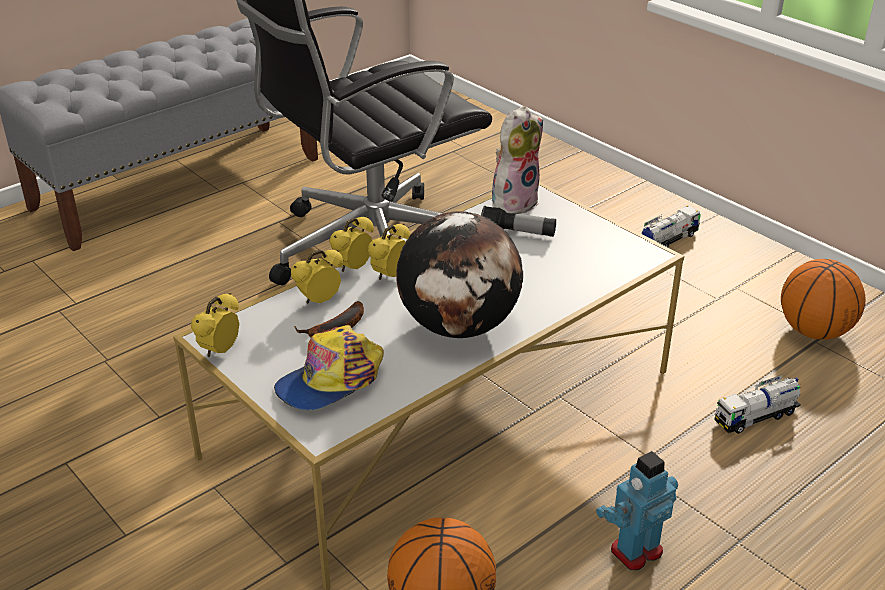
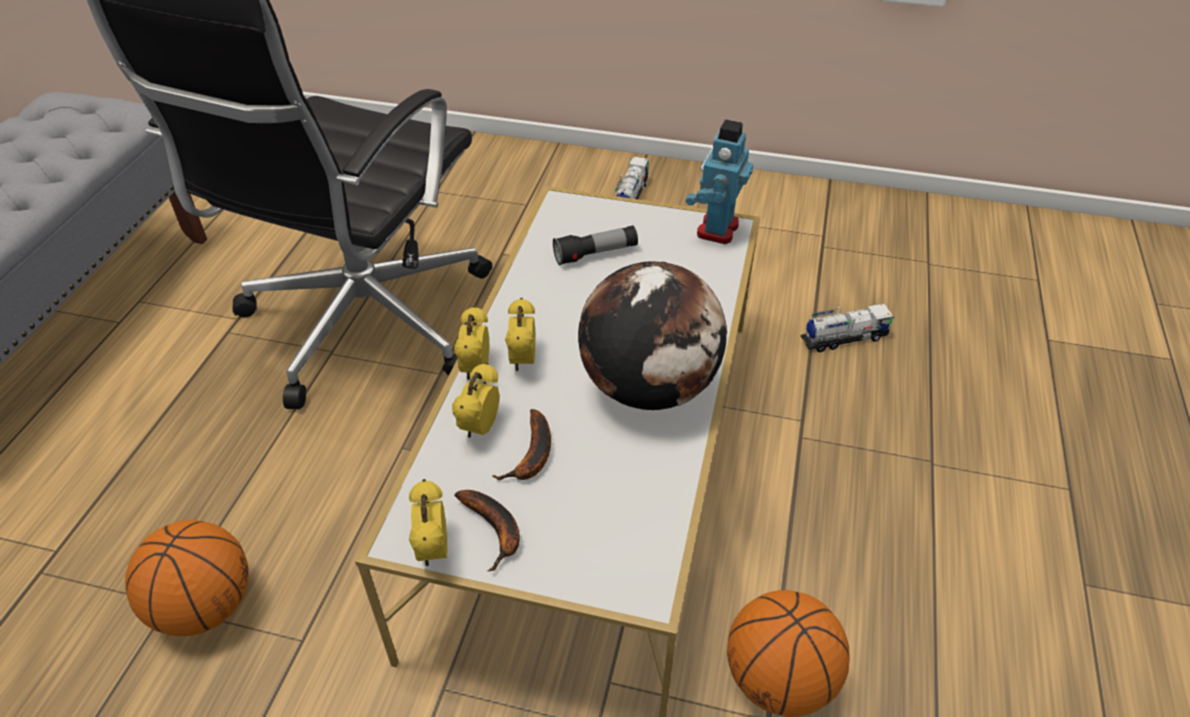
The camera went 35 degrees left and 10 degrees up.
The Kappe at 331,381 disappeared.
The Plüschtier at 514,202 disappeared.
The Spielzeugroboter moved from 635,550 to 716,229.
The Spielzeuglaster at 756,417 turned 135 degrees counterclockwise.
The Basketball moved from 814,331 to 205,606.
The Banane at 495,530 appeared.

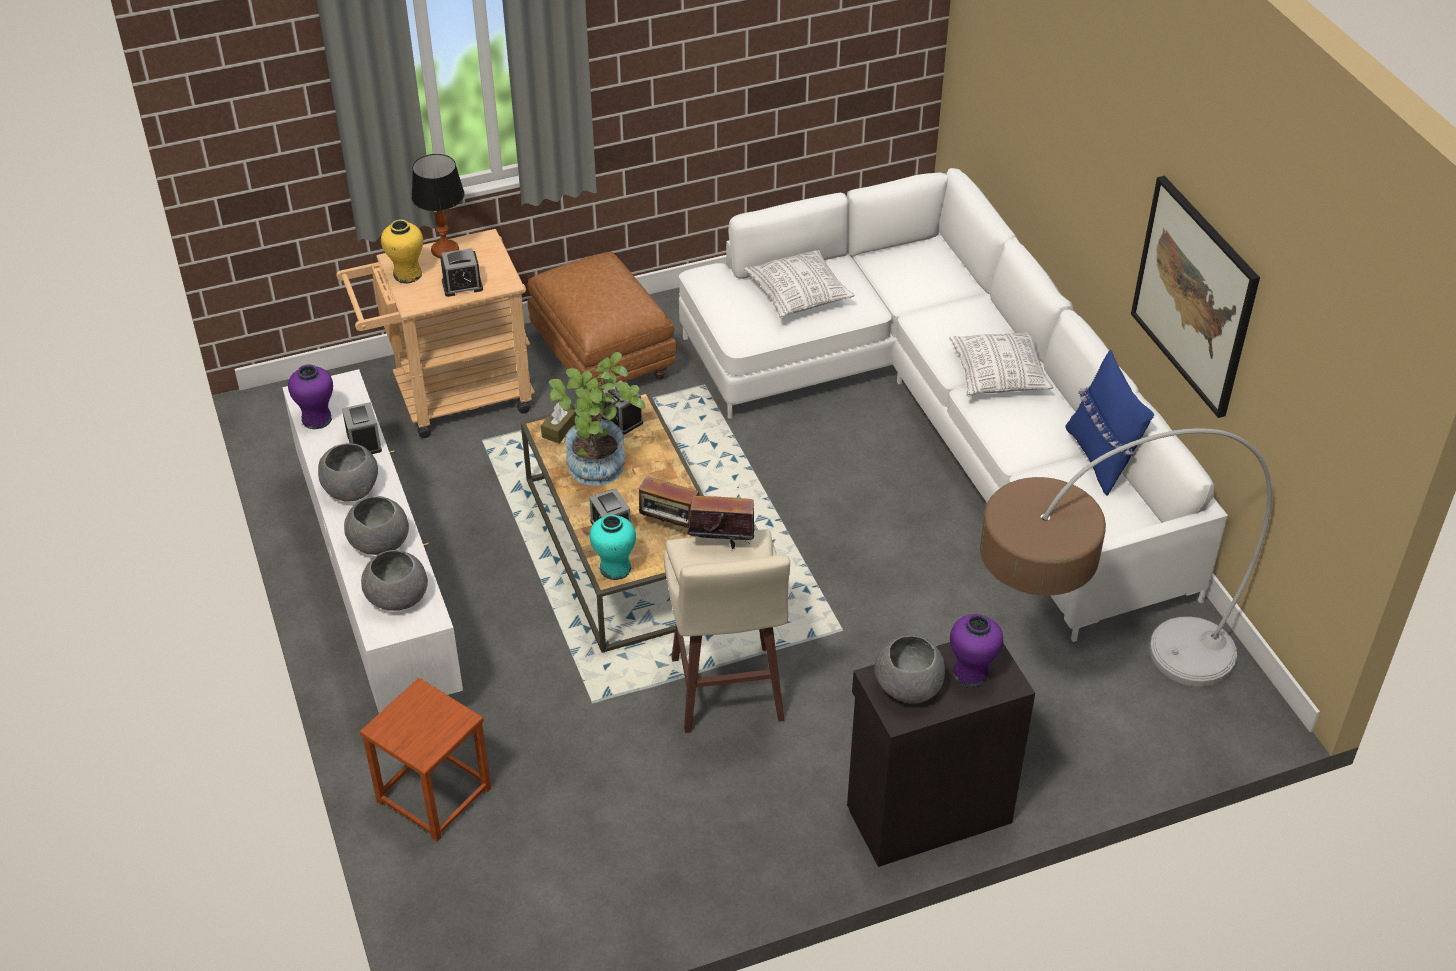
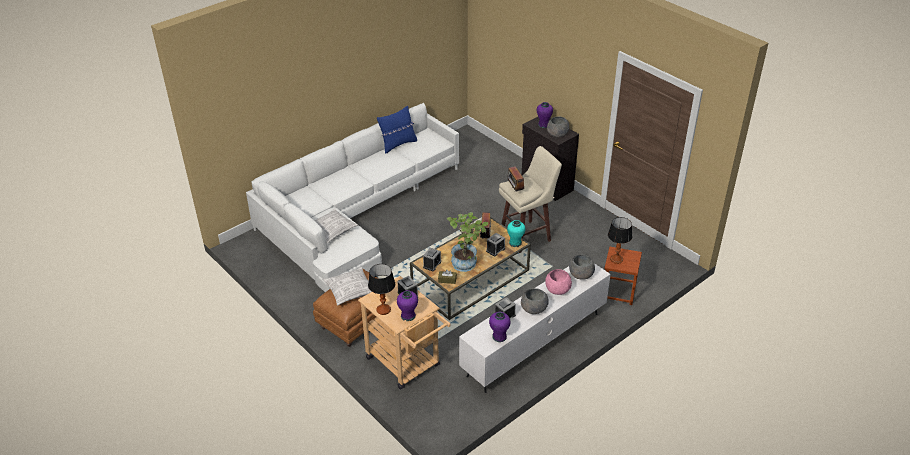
The camera went 110 degrees left and 5 degrees down.
The Schüssel [grau] at 378,543 became the Schüssel [rosa] at 557,290.
The Vase [gelb] at 407,274 became the Vase [lila] at 408,316.
The Kissen moved from 999,375 to 350,291.
The Stehlampe at 1088,686 disappeared.
The Bild at 1195,296 disappeared.
The Tischlampe at 616,259 appeared.

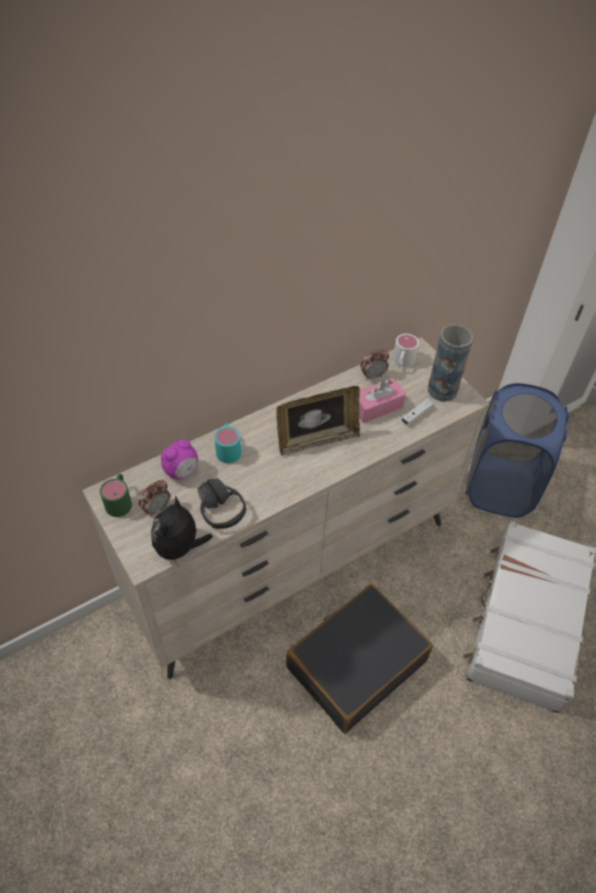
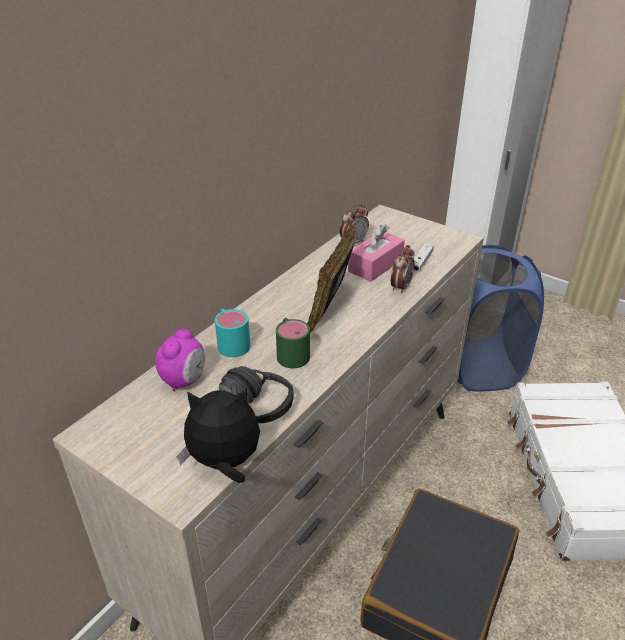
The camera went 20 degrees left and 15 degrees down.
The Henkelbecher [grün] moved from 120,500 to 291,352.
The Wecker moved from 156,508 to 400,287.
The Plüschtier at 180,548 turned 90 degrees clockwise.
The Bilderrahmen at 317,440 turned 150 degrees clockwise.
The Henkelbecher [weiß] at 402,362 disappeared.
The Vase at 442,390 disappeared.

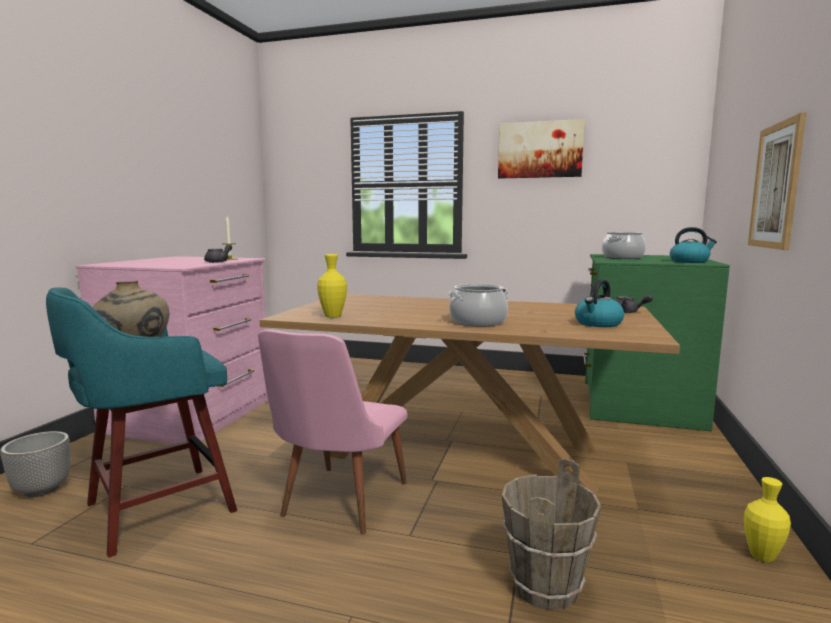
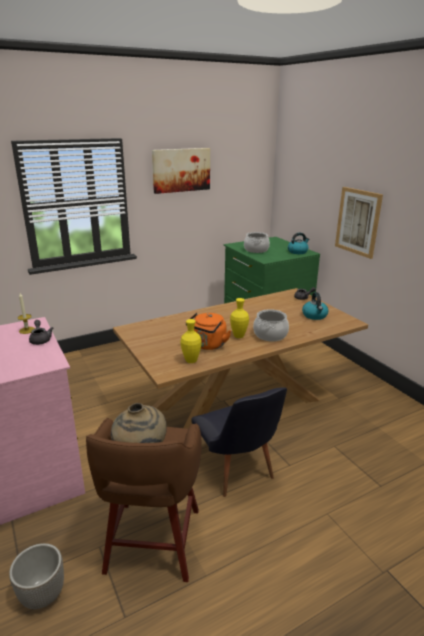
The camera went 45 degrees left and 15 degrees up.
The Hocker [türkis] at 155,509 became the Hocker [braun] at 152,543.
The Stuhl [rosa] at 337,504 became the Stuhl [schwarz] at 237,472.
The Eimer [braun] at 544,586 disappeared.
The Vase [gelb] moved from 762,556 to 238,336.
The Wasserkessel [orange] at 208,345 appeared.

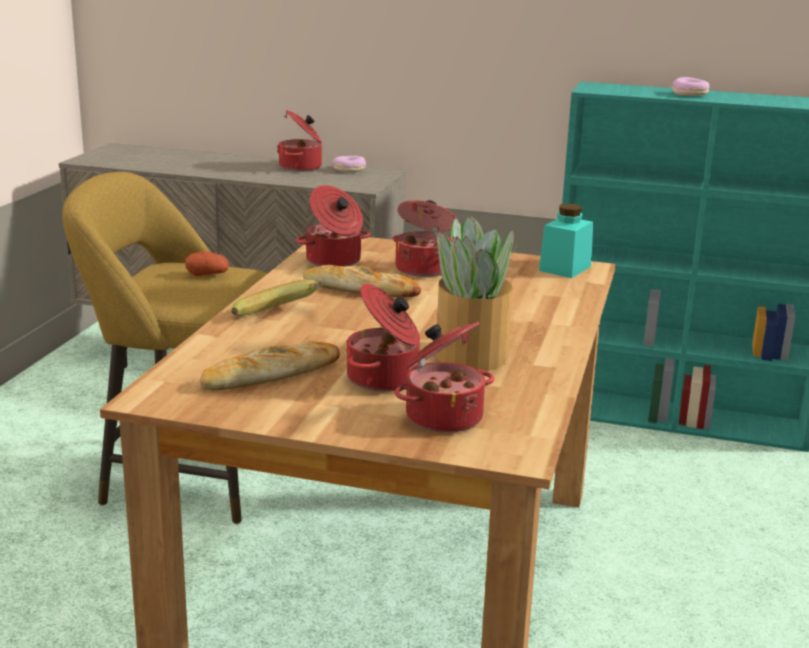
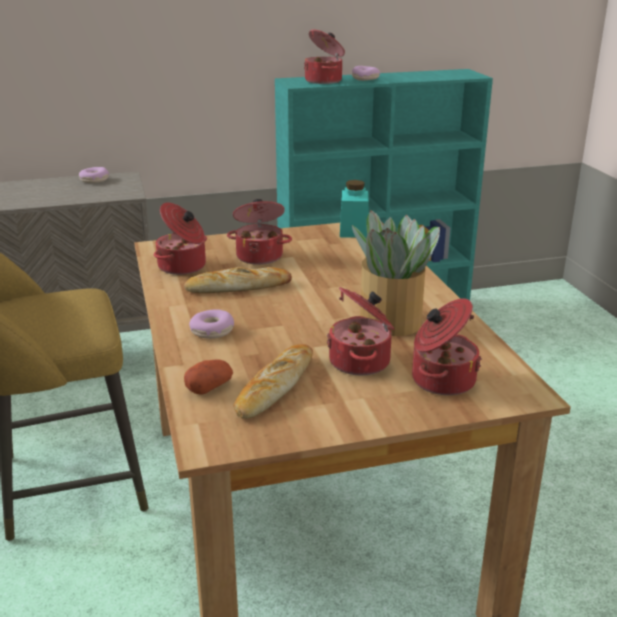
The camera went 30 degrees left and 5 degrees up.
The Kartoffel moved from 207,274 to 209,387.
The Banane at 281,318 was replaced by the Donut at 212,331.
The Kochtopf moved from 301,167 to 324,81.

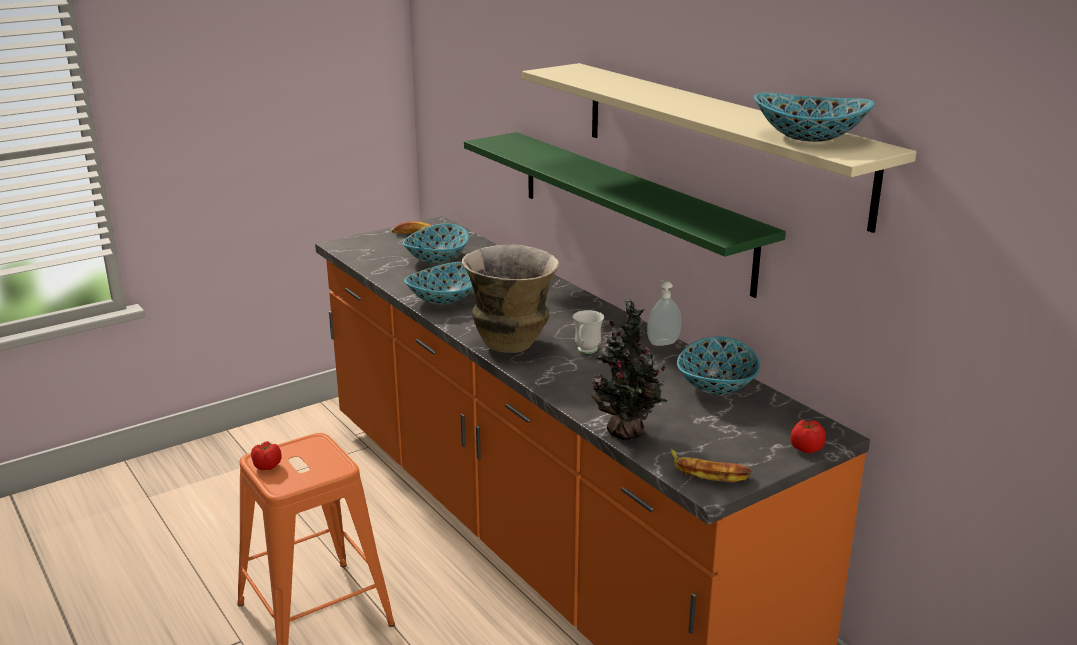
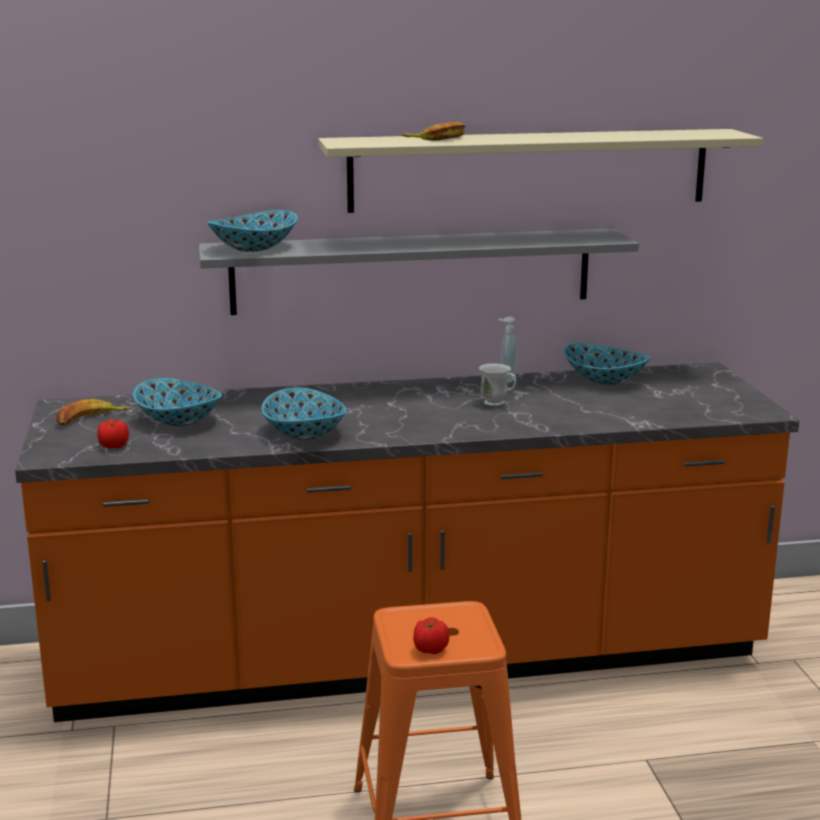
The camera went 65 degrees left and 5 degrees down.
The Vase at 511,344 disappeared.
The Wandregal [grün] at 630,208 became the Wandregal [grau] at 412,271.
The Topfpflanze at 627,434 disappeared.
The Banane moved from 708,472 to 438,138.
The Schüssel moved from 809,137 to 254,248.
The Tomate moved from 805,448 to 113,446.

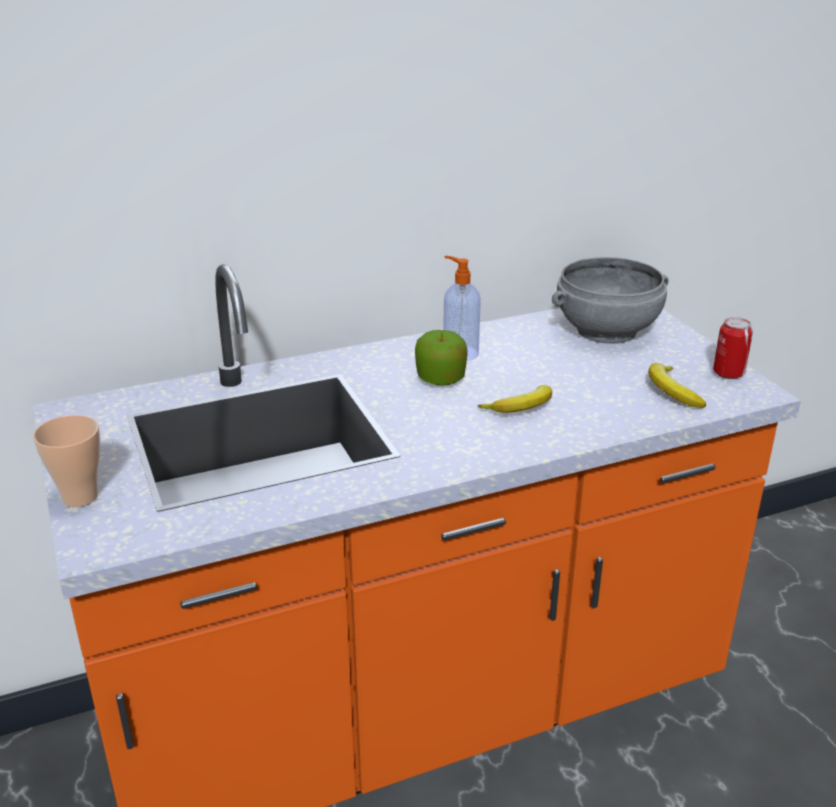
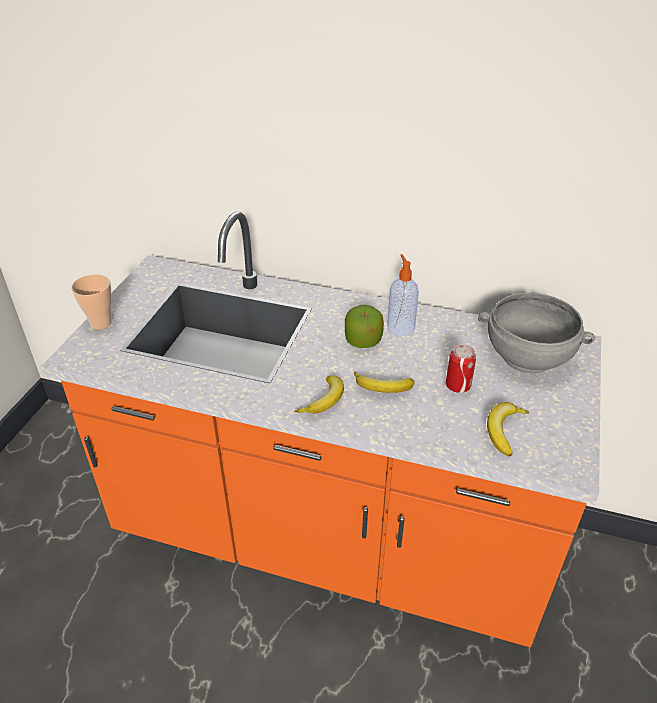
The camera went 40 degrees right and 10 degrees up.
The Dose moved from 728,373 to 458,386.
The Banane at 324,401 appeared.

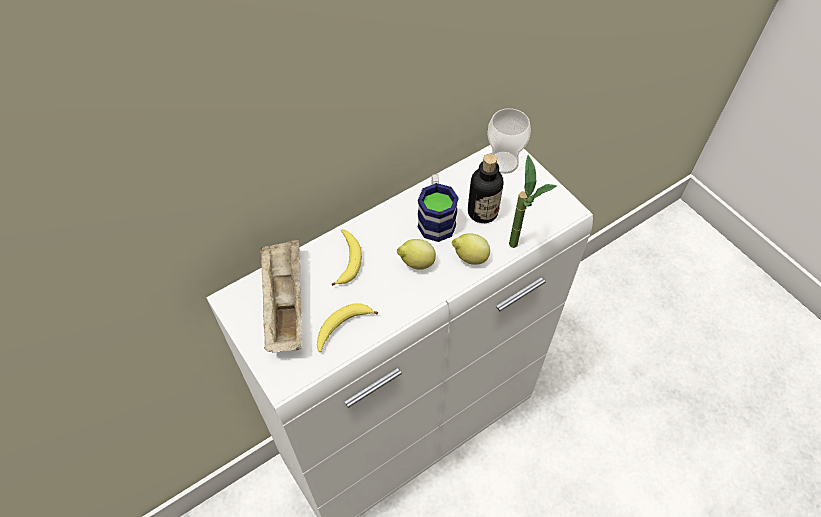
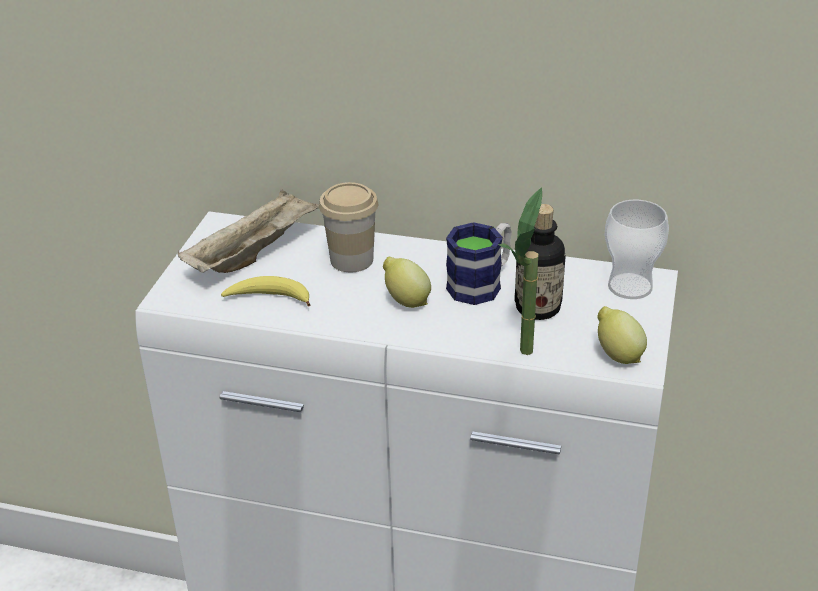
The camera went 50 degrees right and 20 degrees down.
The Banane at 348,260 was replaced by the Tasse at 351,260.
The Zitrone moved from 469,258 to 617,355.

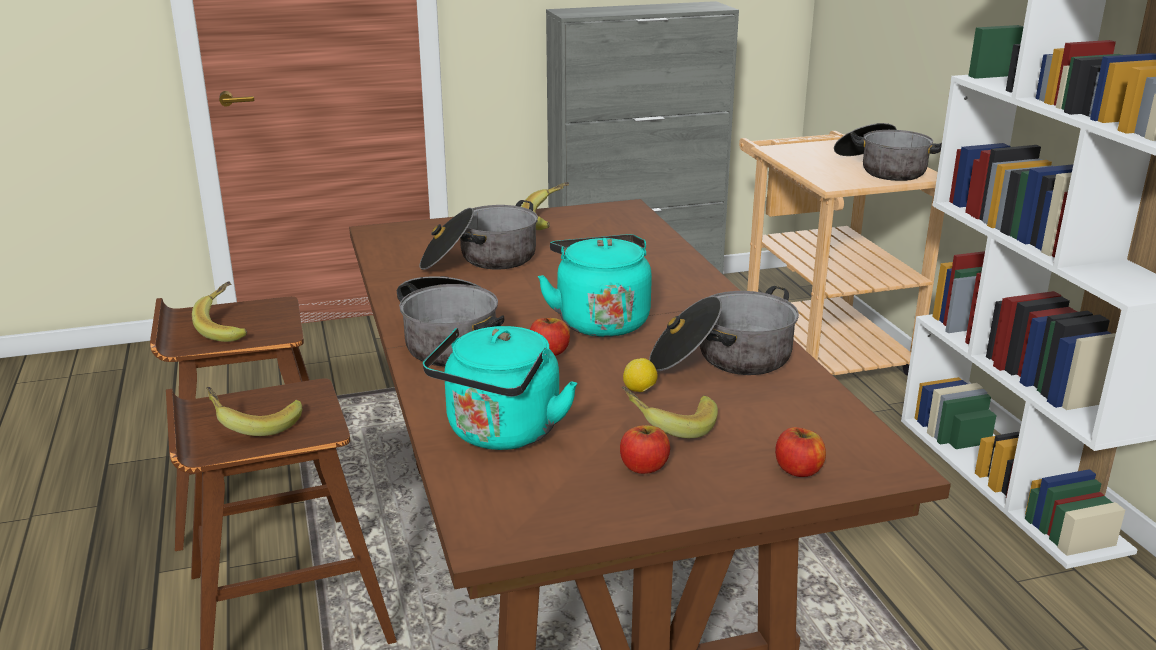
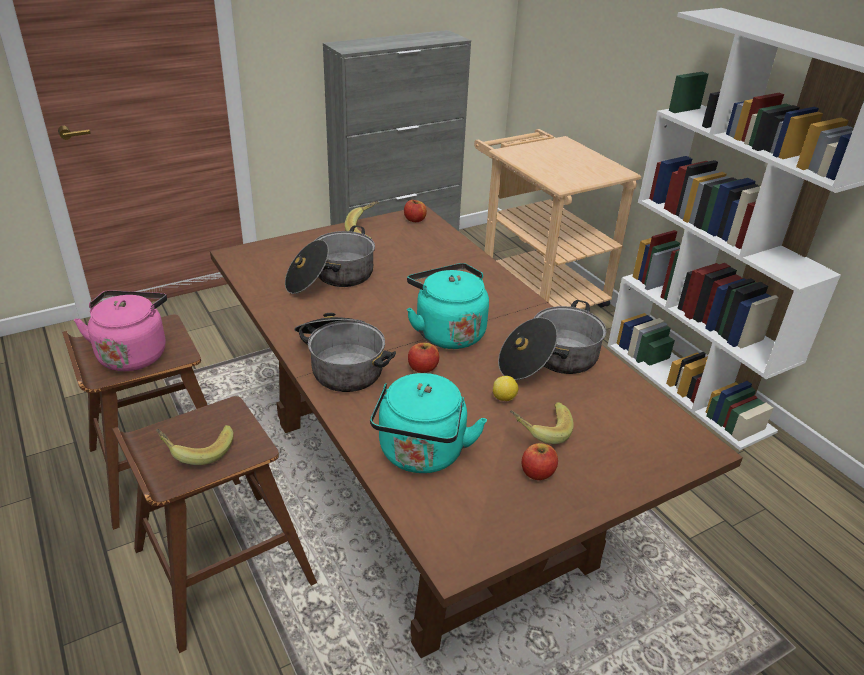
The camera went 15 degrees left and 10 degrees up.
The Banane at 228,328 was replaced by the Wasserkessel [rosa] at 133,353.
The Apfel moved from 798,470 to 415,220.
The Kochtopf at 882,169 disappeared.

